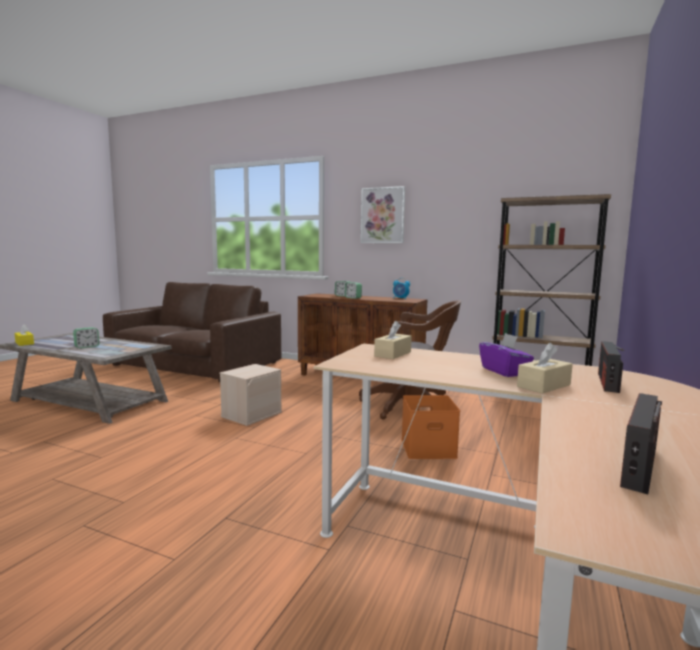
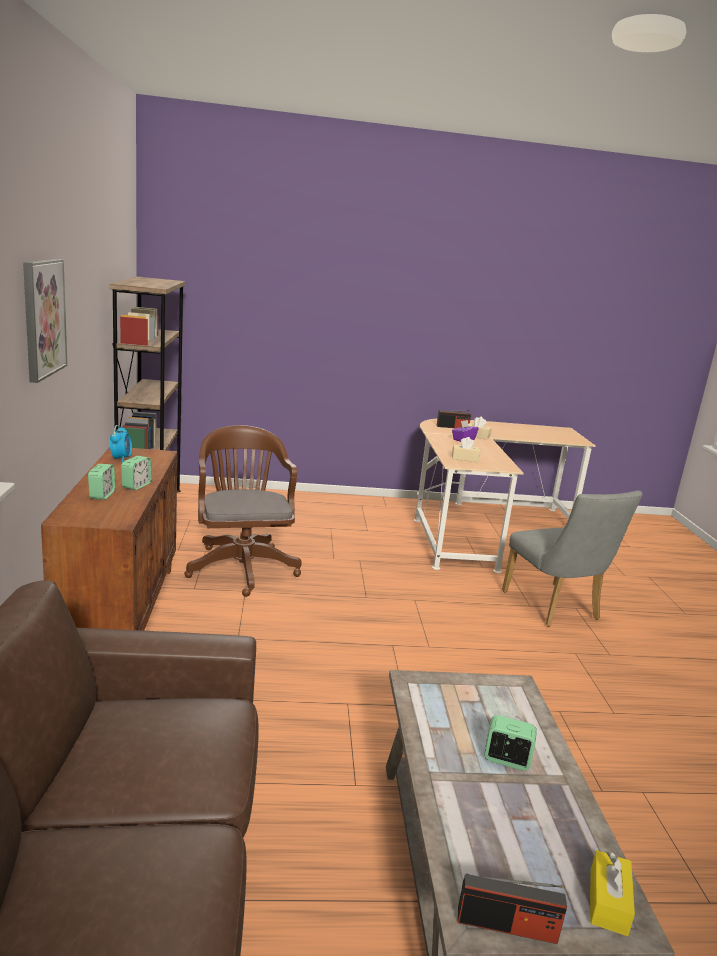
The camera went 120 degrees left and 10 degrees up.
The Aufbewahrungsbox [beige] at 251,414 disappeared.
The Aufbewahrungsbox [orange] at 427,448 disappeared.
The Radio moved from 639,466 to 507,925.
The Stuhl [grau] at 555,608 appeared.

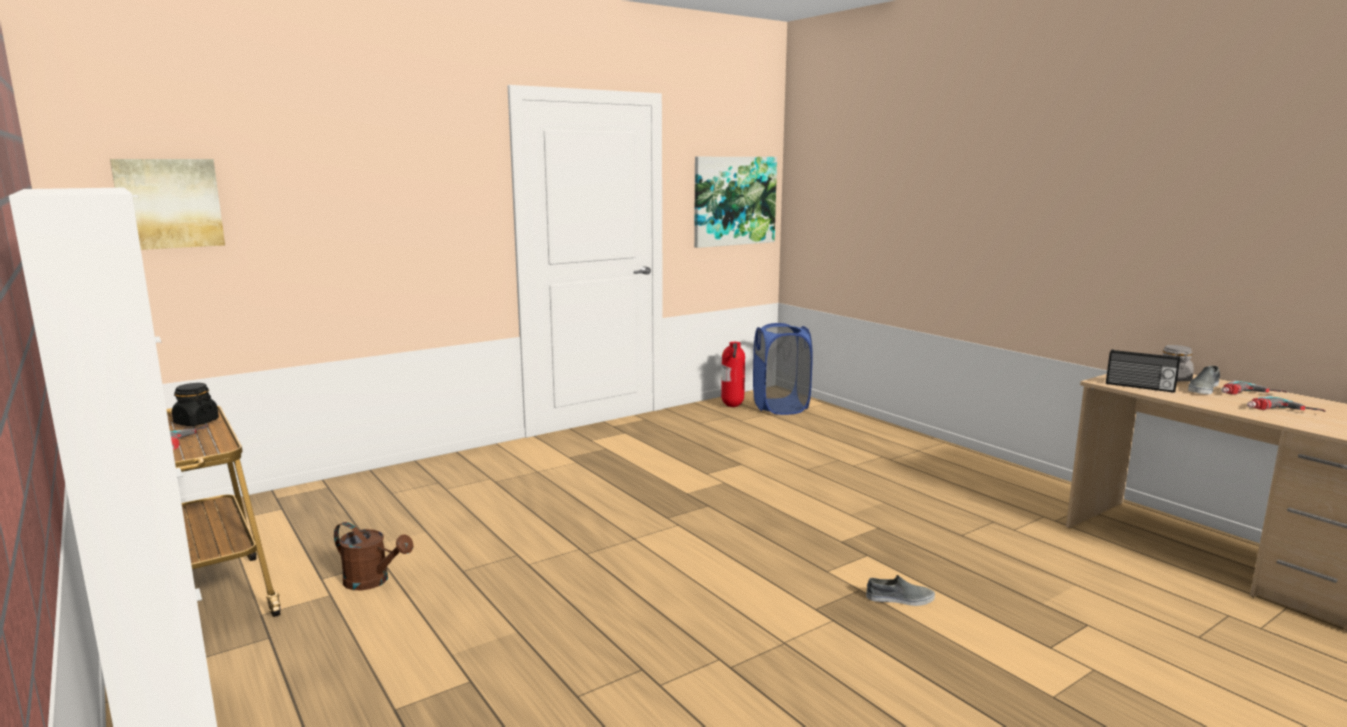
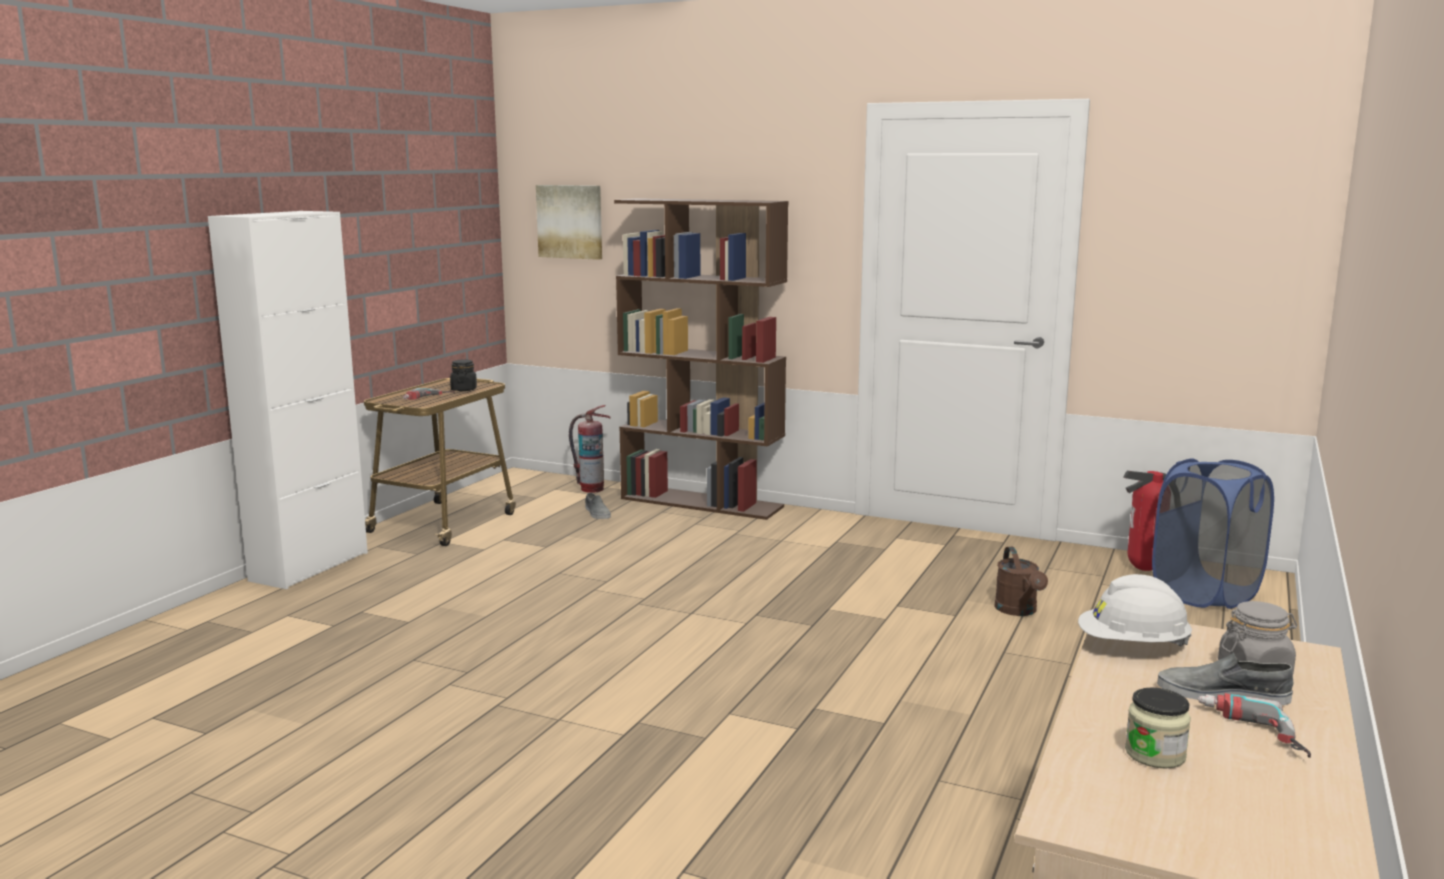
The camera went 60 degrees right and 0 degrees up.
The Gießkanne [braun] moved from 373,581 to 1019,611.
The Bild at 734,201 disappeared.
The Schuh [grau] moved from 900,599 to 597,513.
The Radio at 1139,387 was replaced by the Schutzhelm [weiß] at 1132,646.
The Bohrmaschine at 1283,412 was replaced by the Vorratsglas at 1155,754.
The Feuerlöscher at 591,489 appeared.
The Bücherregal [braun] at 702,502 appeared.

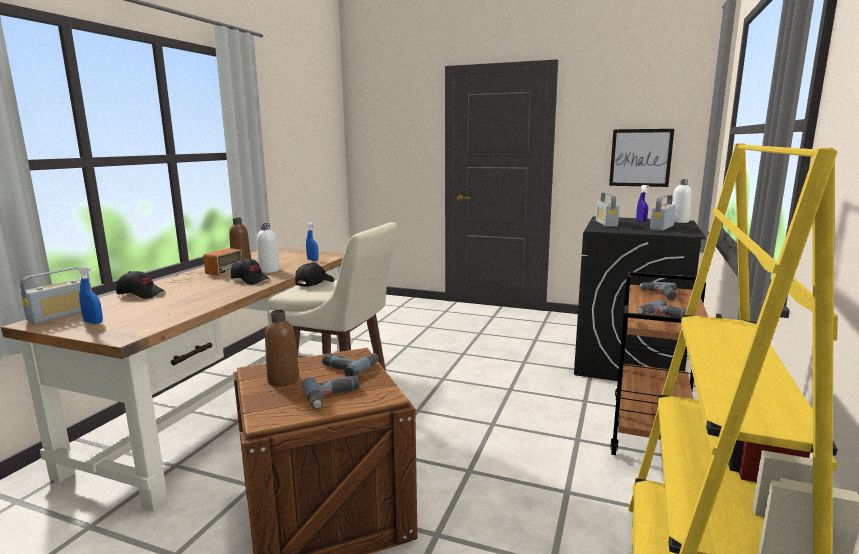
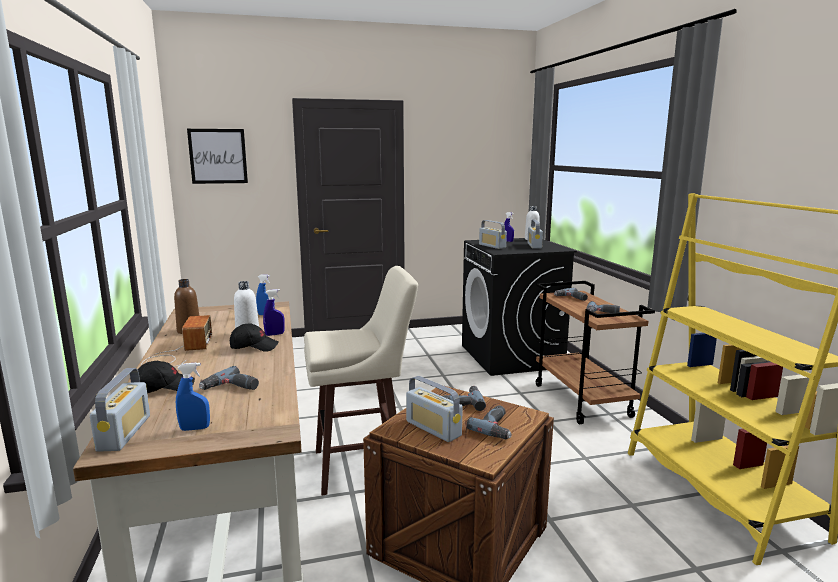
The camera went 35 degrees left and 0 degrees up.
The Flasche [braun] at 283,380 was replaced by the Radio at 433,428.
The Kappe [schwarz] at 314,283 disappeared.
The Bild moved from 640,158 to 218,156.
The Bohrmaschine at 231,388 appeared.
The Sprühflasche [blau] at 274,334 appeared.

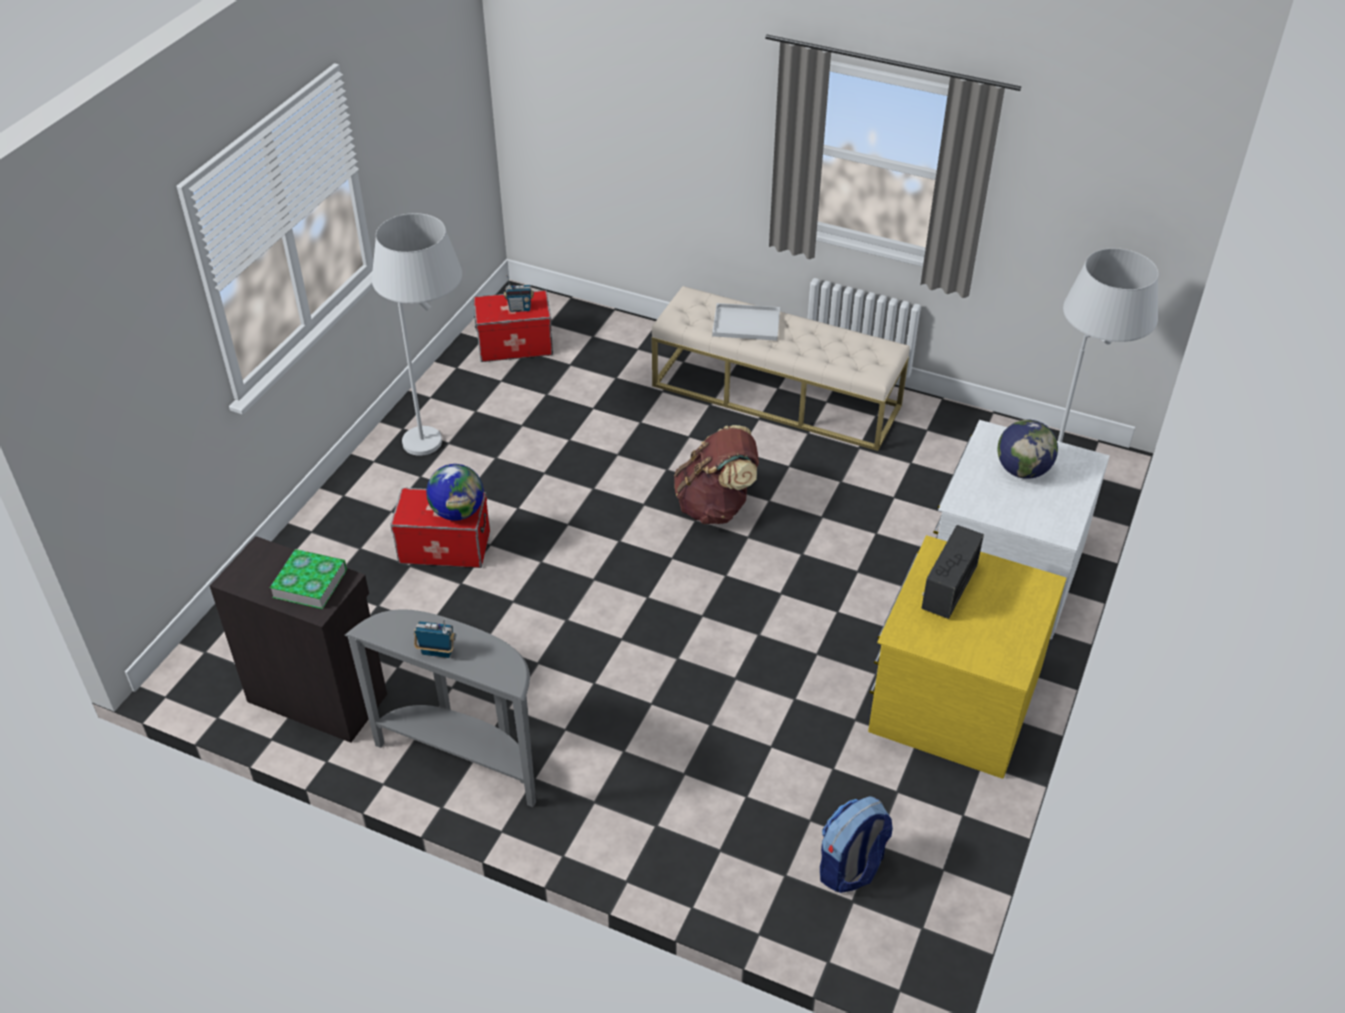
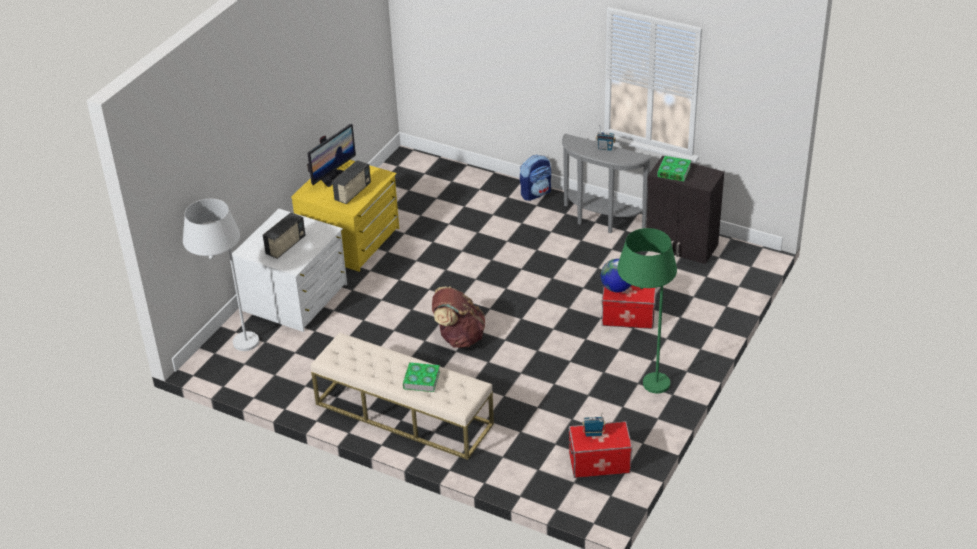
The camera went 175 degrees left and 5 degrees down.
The Stehlampe [weiß] at 442,447 became the Stehlampe [grün] at 641,380.
The Tablett [weiß] at 747,323 was replaced by the Buch at 421,380.
The Rucksack moved from 851,868 to 536,193.
The Globus at 1022,470 was replaced by the Radio at 286,246.
The Monitor at 333,177 appeared.

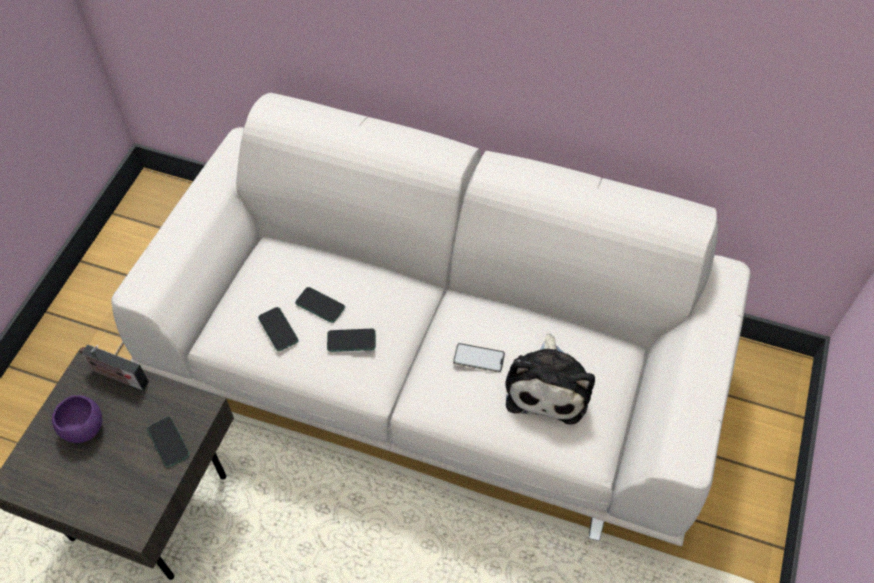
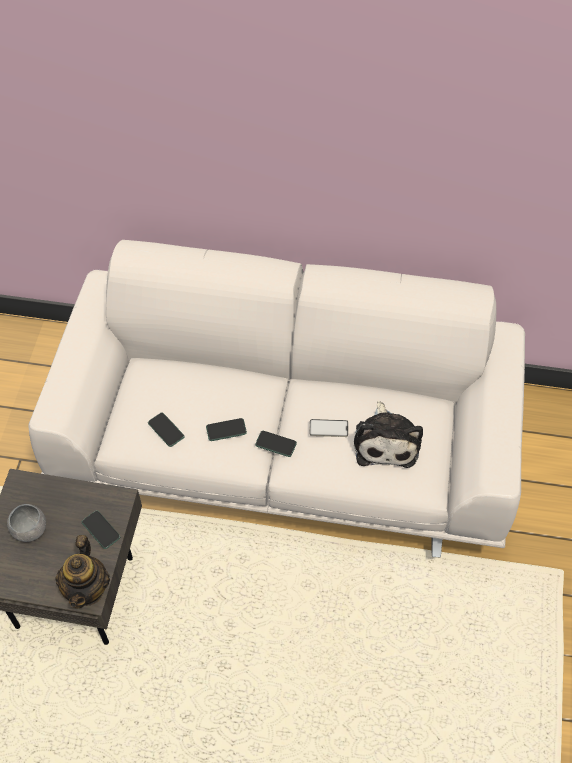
The camera went 10 degrees left and 0 degrees up.
The Schüssel [lila] at 83,427 became the Schüssel [grau] at 29,529.
The Radio at 117,376 disappeared.
The Handy moved from 320,305 to 275,444.
The Teekanne at 87,588 appeared.

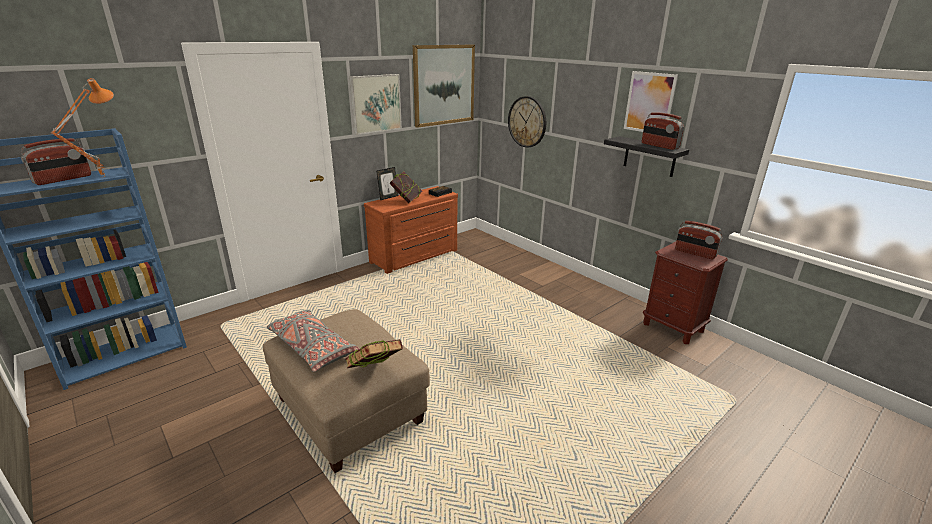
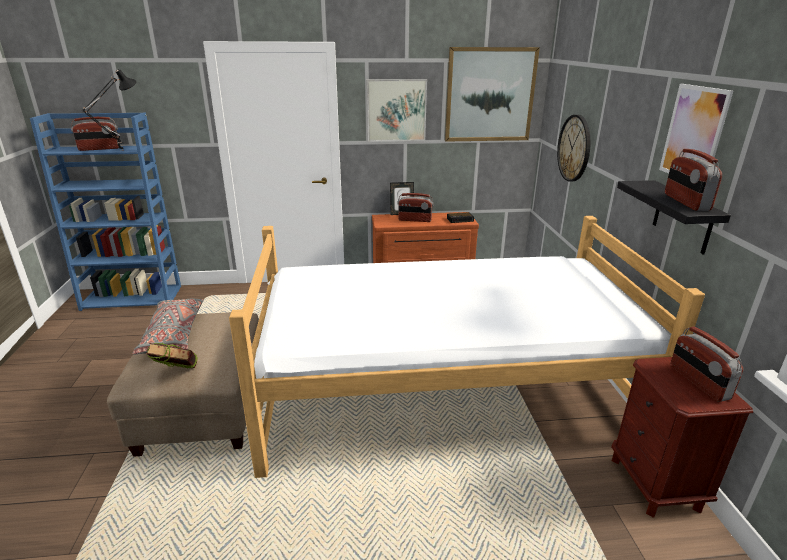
The camera went 35 degrees right and 0 degrees up.
The Tischlampe [orange] at 102,176 became the Tischlampe [schwarz] at 122,150.
The Buch at 406,200 was replaced by the Radio at 415,220.
The Bett at 444,394 appeared.

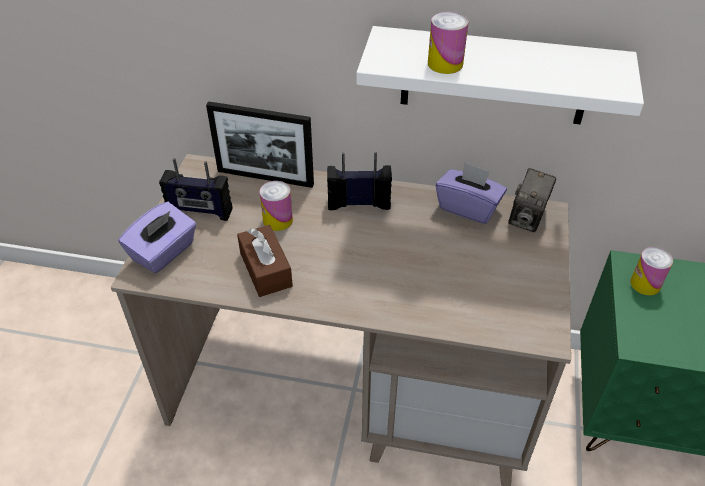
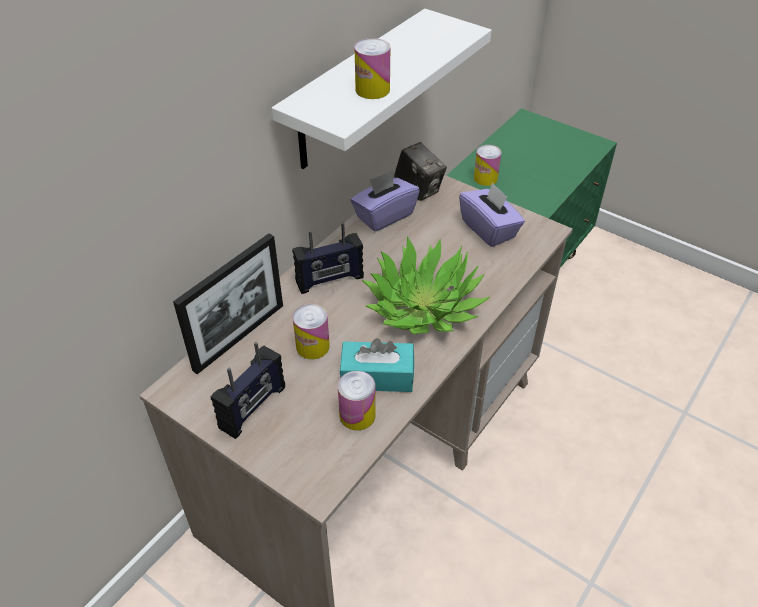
The camera went 65 degrees left and 0 degrees up.
The Taschentuchbox [lila] moved from 164,252 to 489,229.
The Taschentuchbox [braun] at 265,269 became the Taschentuchbox [türkis] at 377,376.
The Radio at 359,203 turned 135 degrees counterclockwise.
The Dose at 357,415 appeared.
The Topfpflanze at 423,306 appeared.

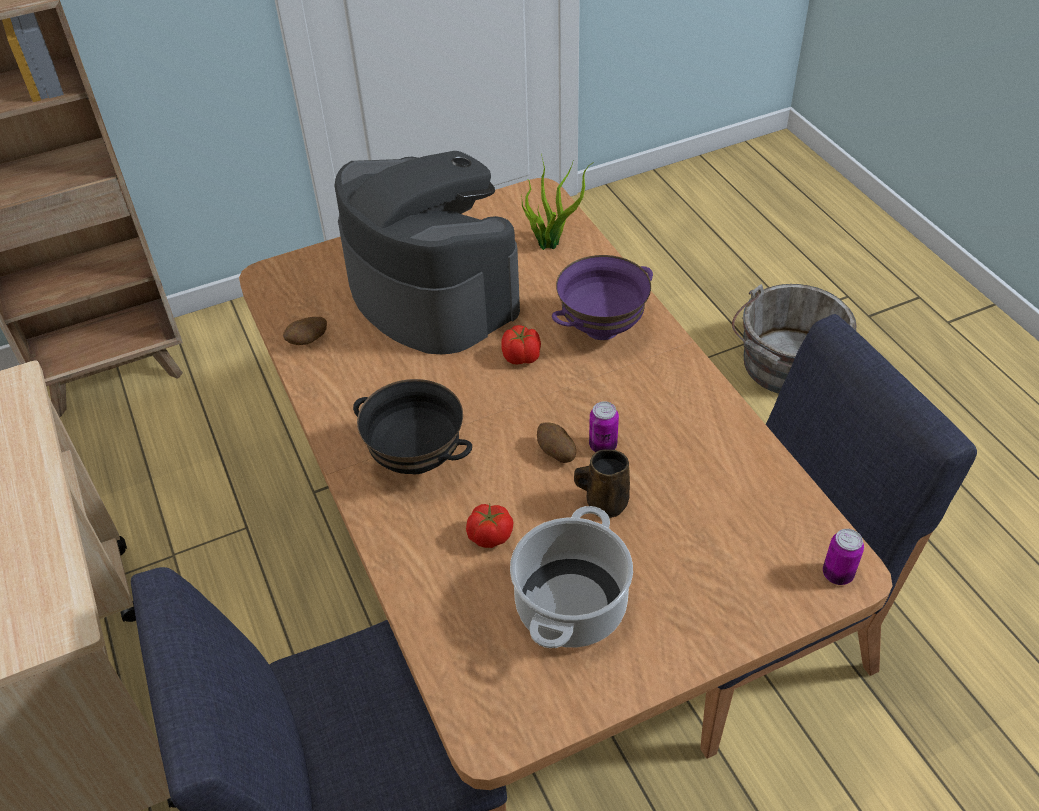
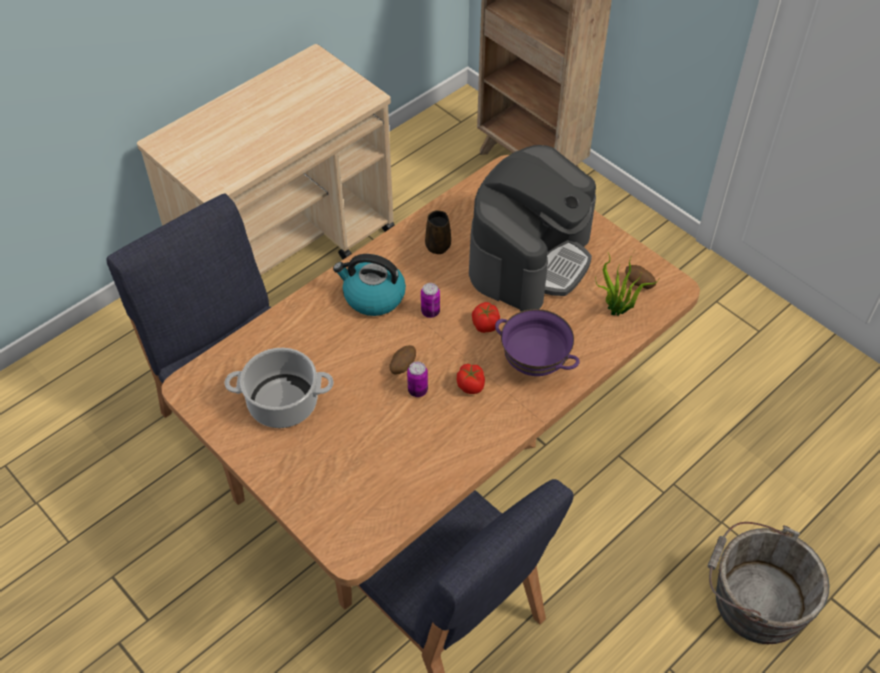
The camera went 70 degrees right and 5 degrees up.
The Kartoffel moved from 308,341 to 638,284.
The Schüssel [schwarz] at 417,459 was replaced by the Wasserkessel at 373,297.
The Tomate moved from 490,536 to 470,386.
The Henkelbecher [braun] moved from 604,503 to 438,244.
The Dose moved from 837,574 to 430,312.

